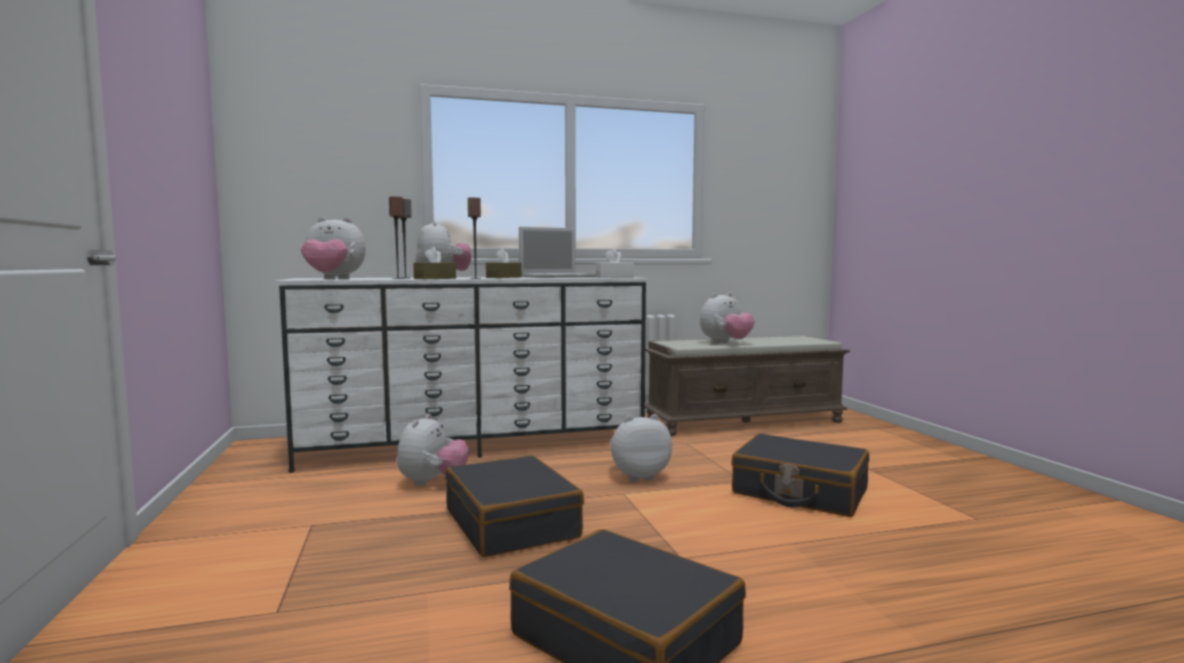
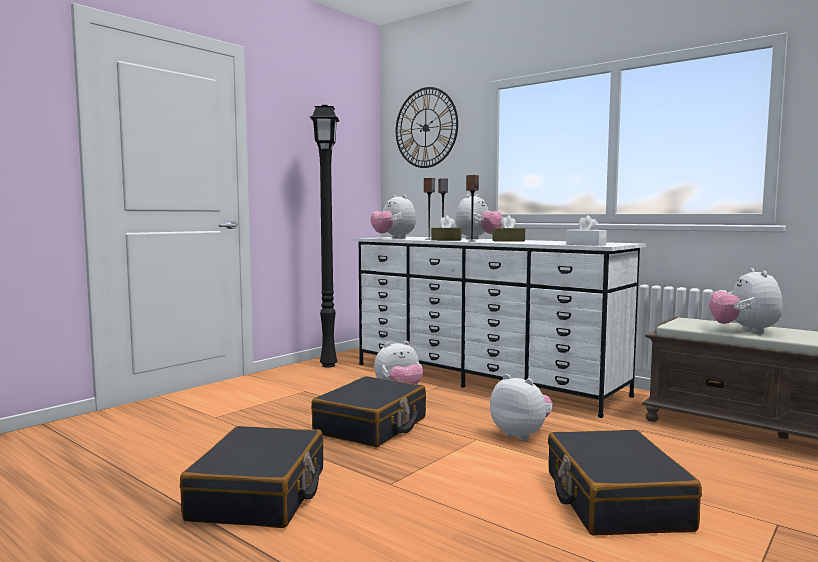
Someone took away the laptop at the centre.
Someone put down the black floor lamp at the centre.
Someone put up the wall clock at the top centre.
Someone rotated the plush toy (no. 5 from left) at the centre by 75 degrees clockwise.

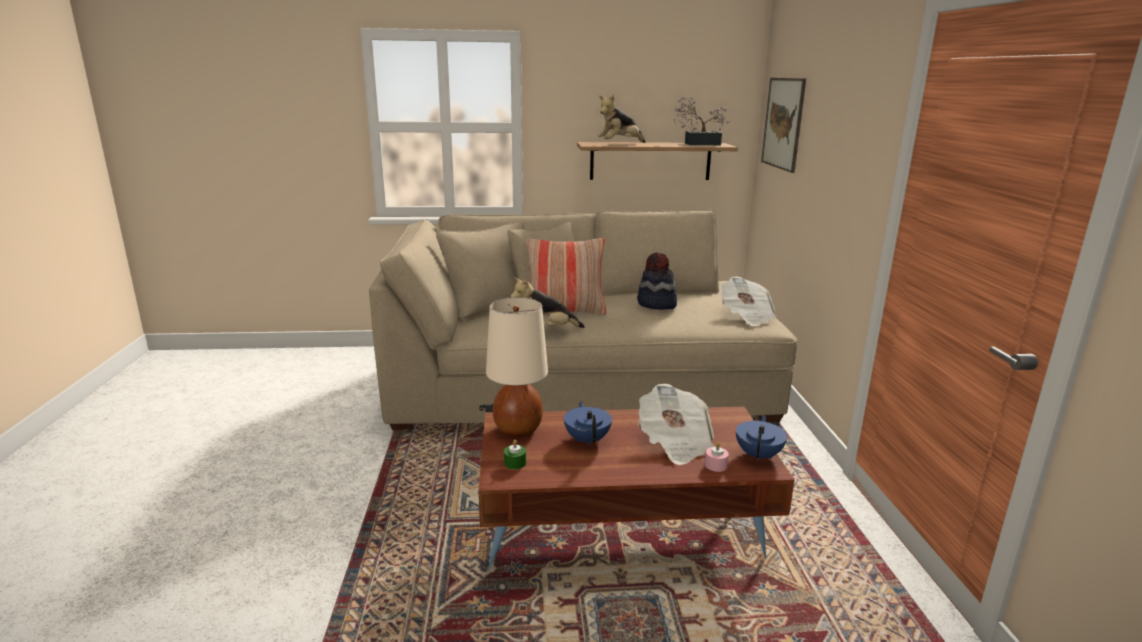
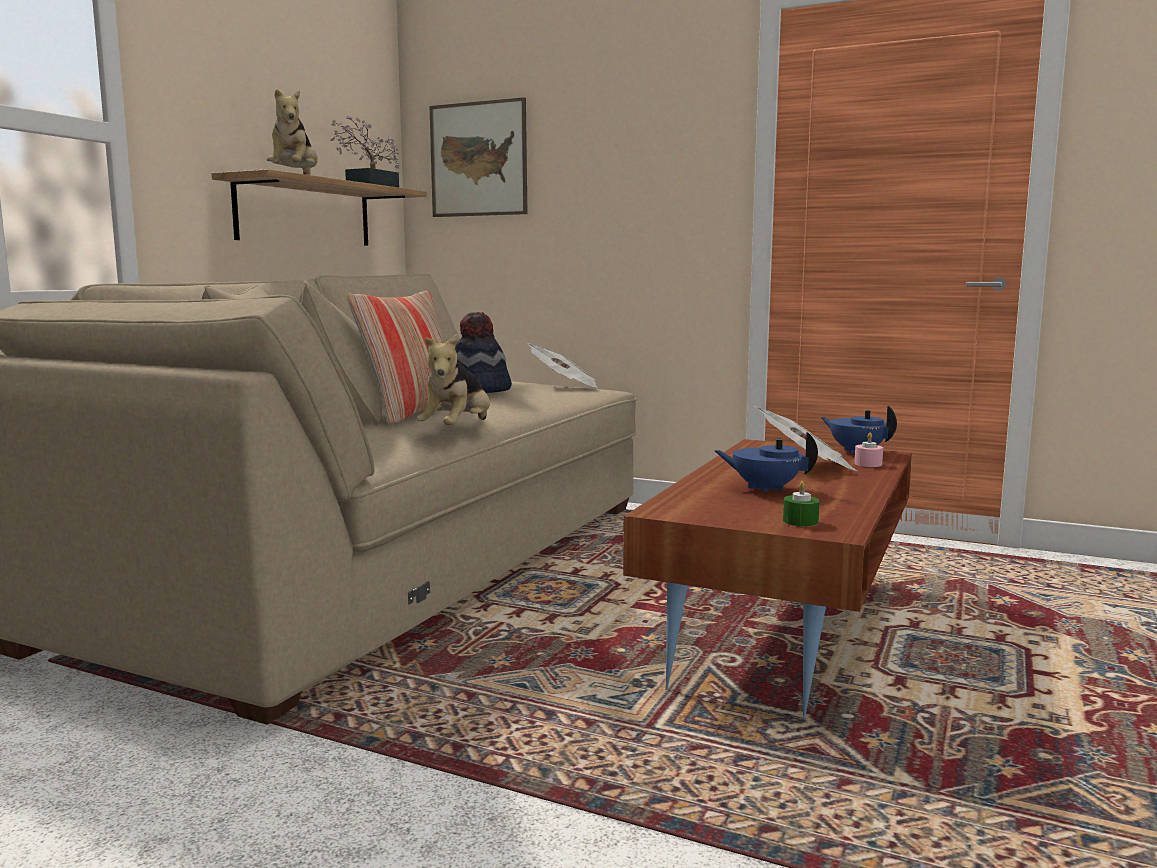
Someone took away the beige table lamp at the centre.

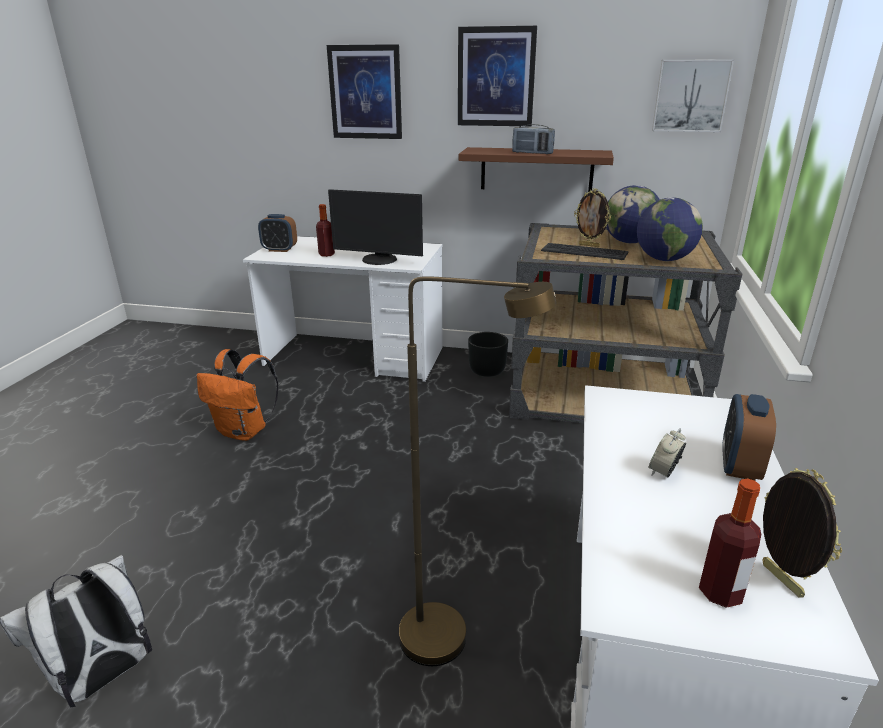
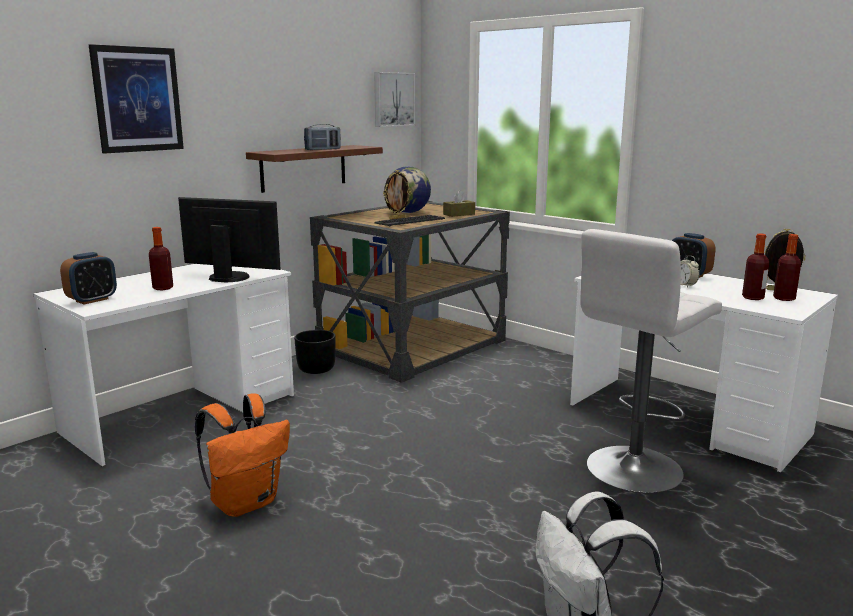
Someone took away the picture (no. 2 from left) at the top centre.
Someone put down the bottle (no. 2 from left) at the middle right.
Someone swapped the brown floor lamp at the centre for the white stool at the middle right.
Someone swapped the globe (no. 2 from left) at the top right for the brown tissue box at the top centre.
Someone rotated the monitor at the top centre by 120 degrees counterclockwise.

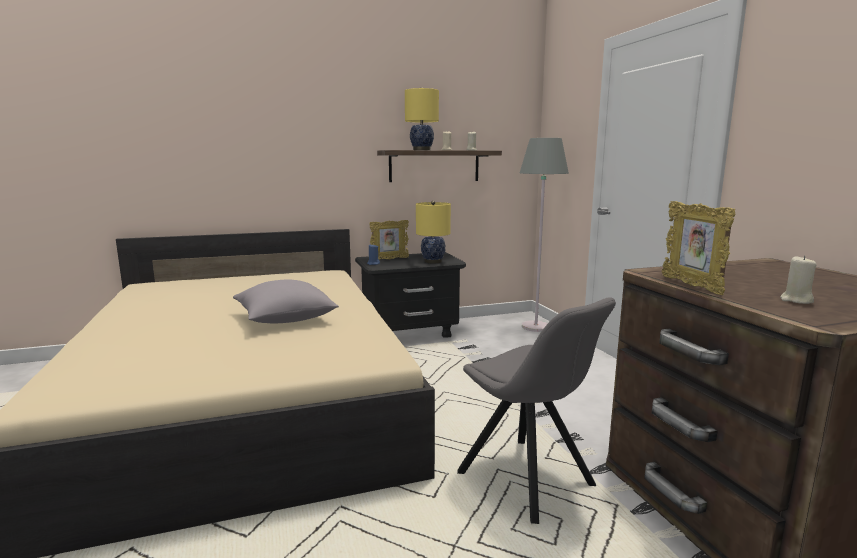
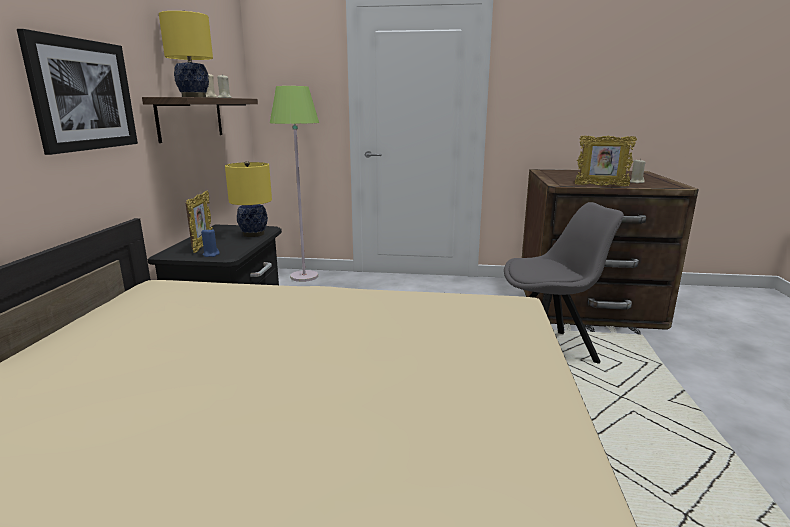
Someone took away the grey pillow at the centre.
Someone put up the picture at the top left.
Someone repainted the grey floor lamp at the centre, which became the green floor lamp at the centre.

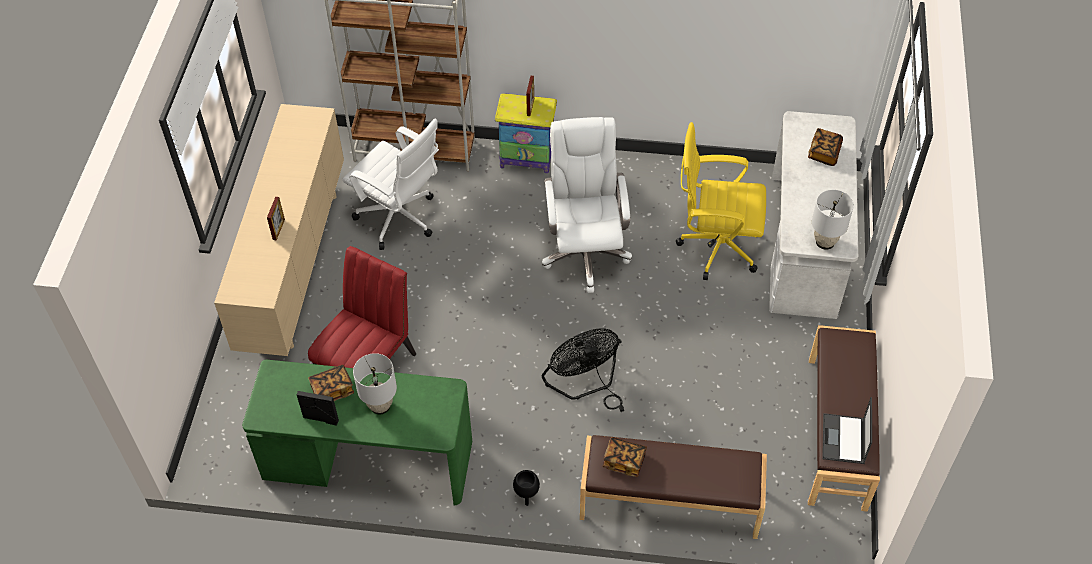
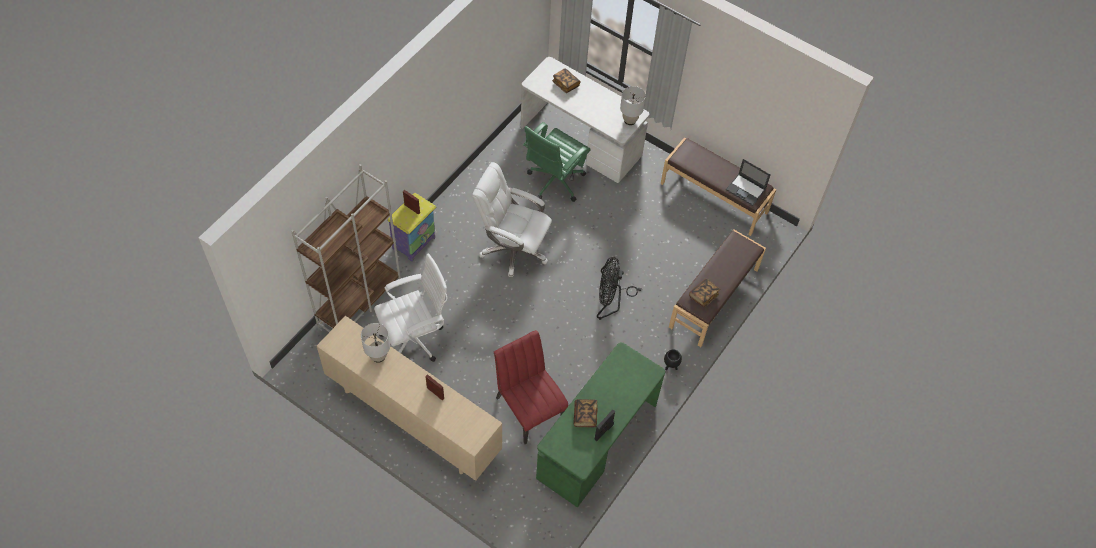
Someone carried the white table lamp (no. 1 from left) from the bottom centre to the centre.
Someone repainted the yellow office chair at the centre, which became the green office chair at the top centre.

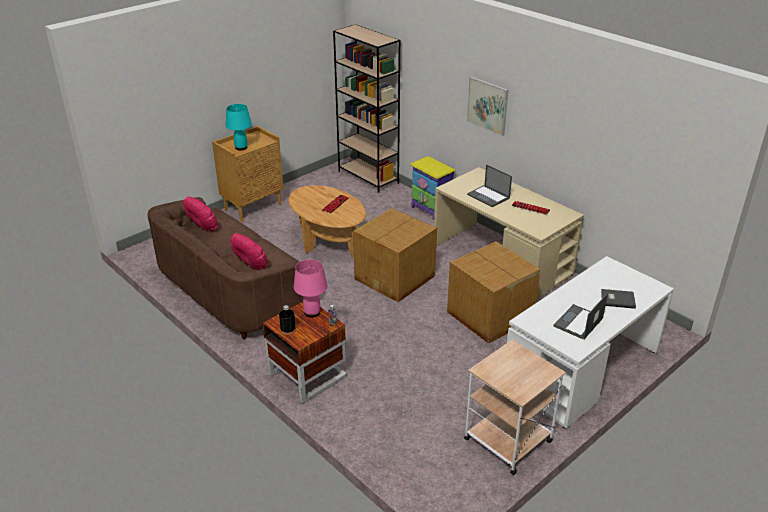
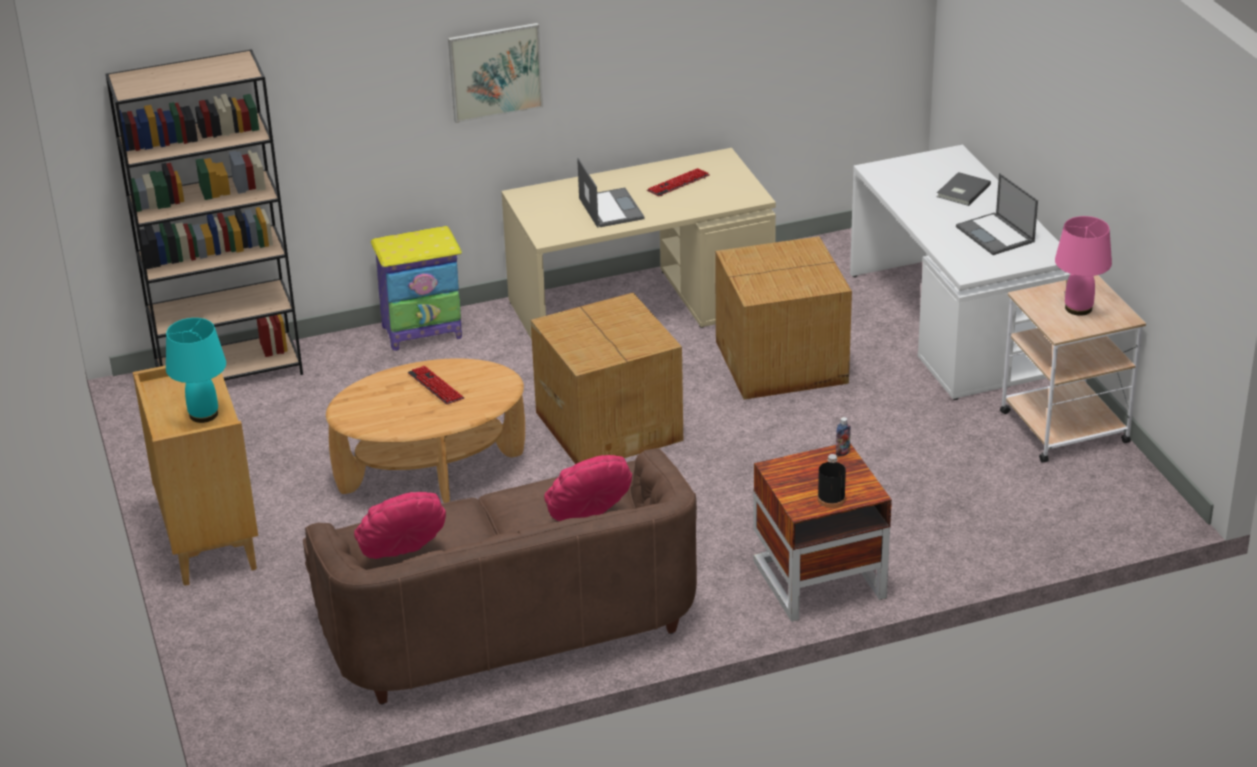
Someone carried the pink table lamp from the centre to the middle right.
Someone rotated the laptop (no. 1 from left) at the centre by 90 degrees counterclockwise.

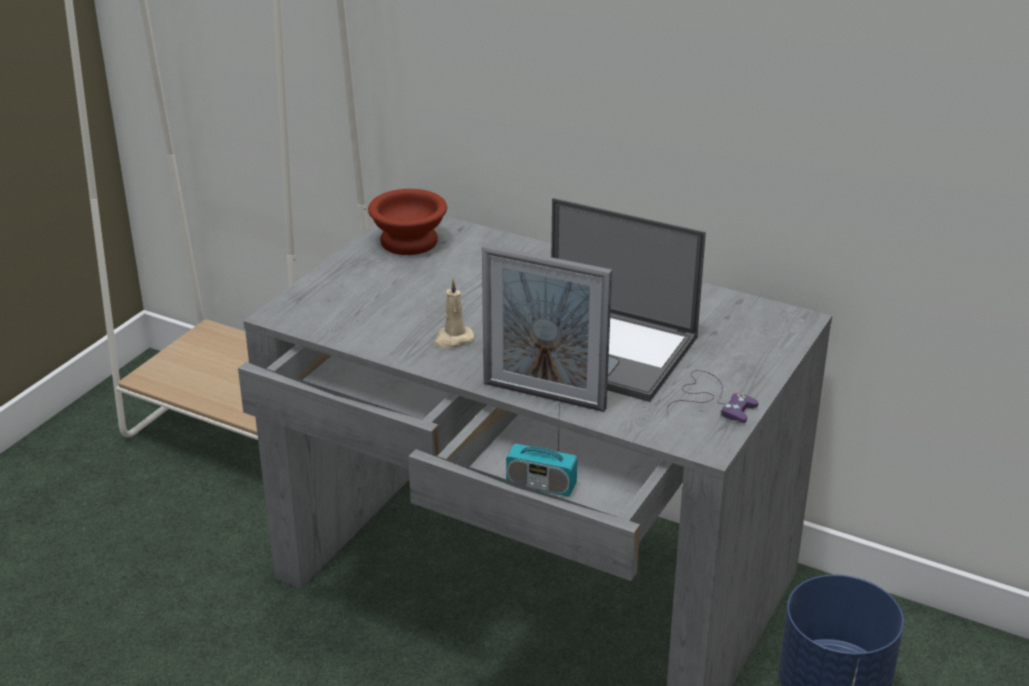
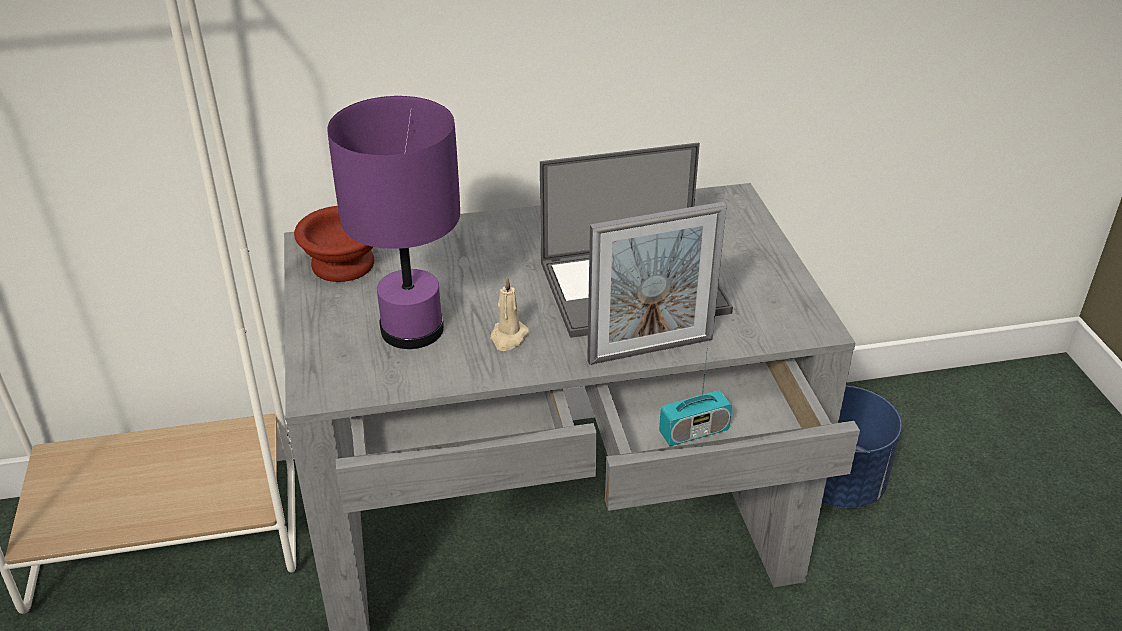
Someone took away the purple game controller at the middle right.
Someone put down the purple table lamp at the centre.

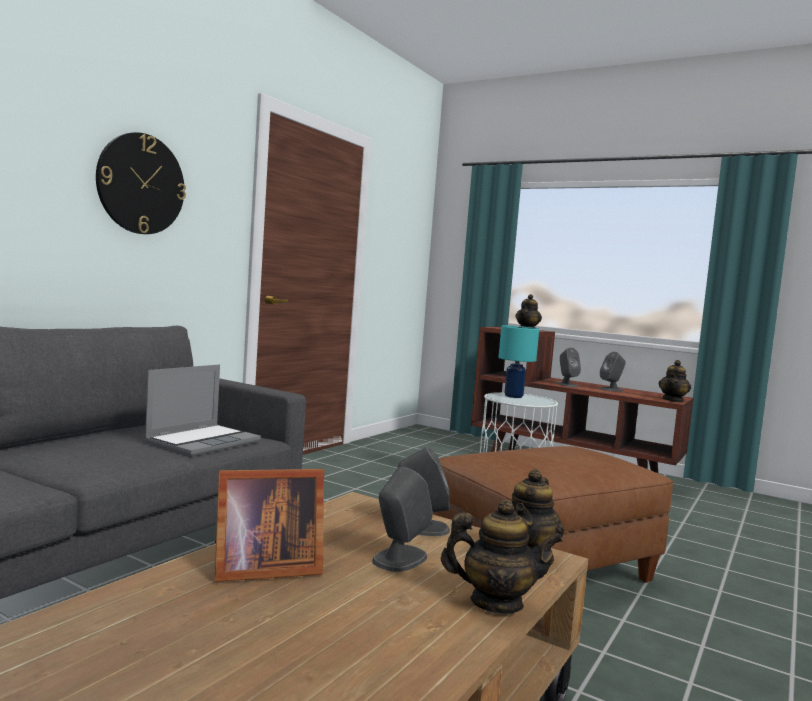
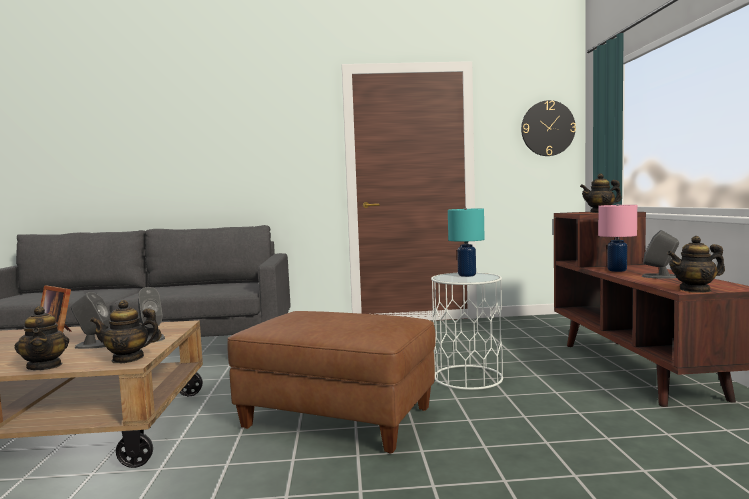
Someone took away the laptop at the middle left.
Someone carried the wall clock from the top left to the top right.
Someone swapped the grey speaker (no. 3 from left) at the middle right for the pink table lamp at the middle right.

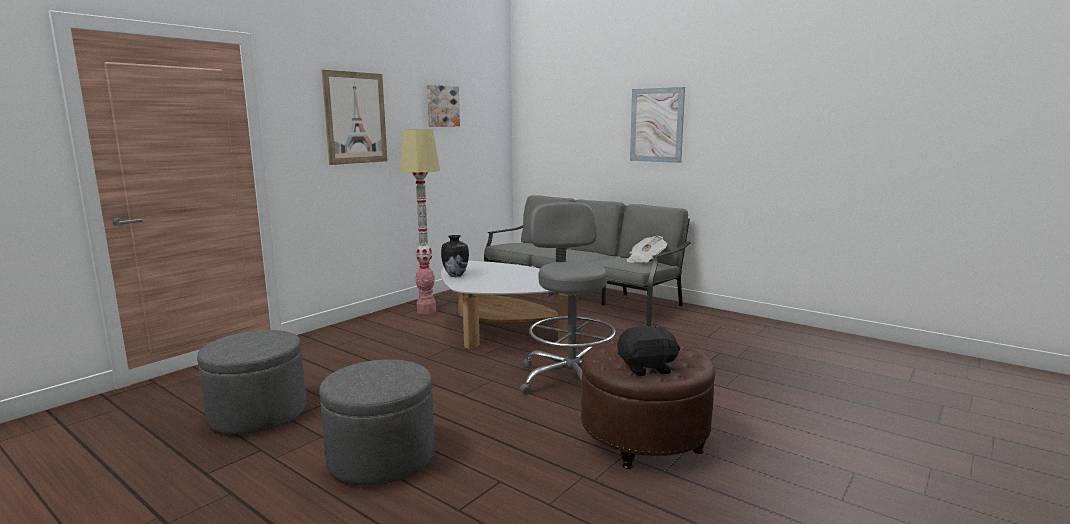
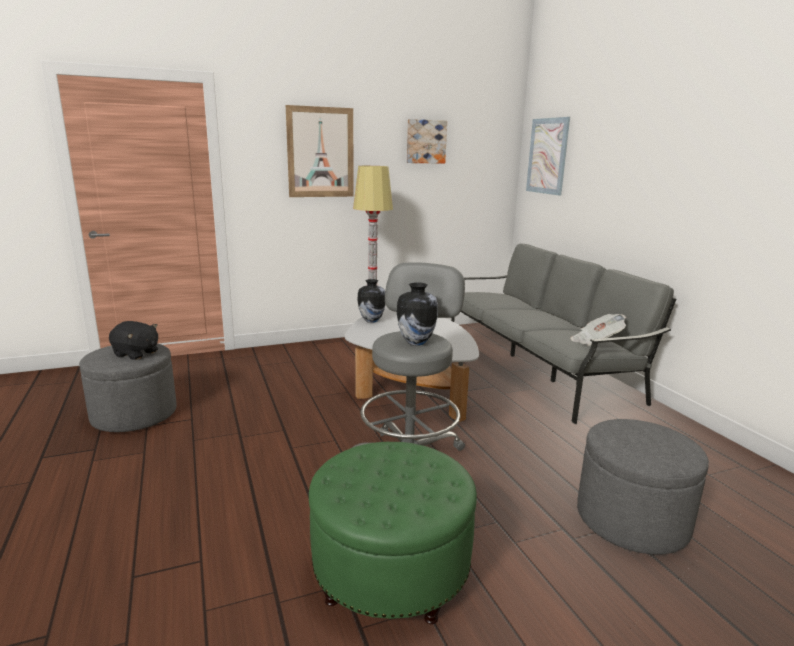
Someone put down the vase (no. 2 from left) at the centre.
Someone carried the grey ottoman (no. 2 from left) from the bottom centre to the bottom right.
Someone carried the black plush toy from the bottom centre to the middle left.
Someone carried the picture (no. 3 from left) from the top centre to the top right.
Someone repainted the brown ottoman at the bottom centre, which became the green ottoman at the bottom centre.

